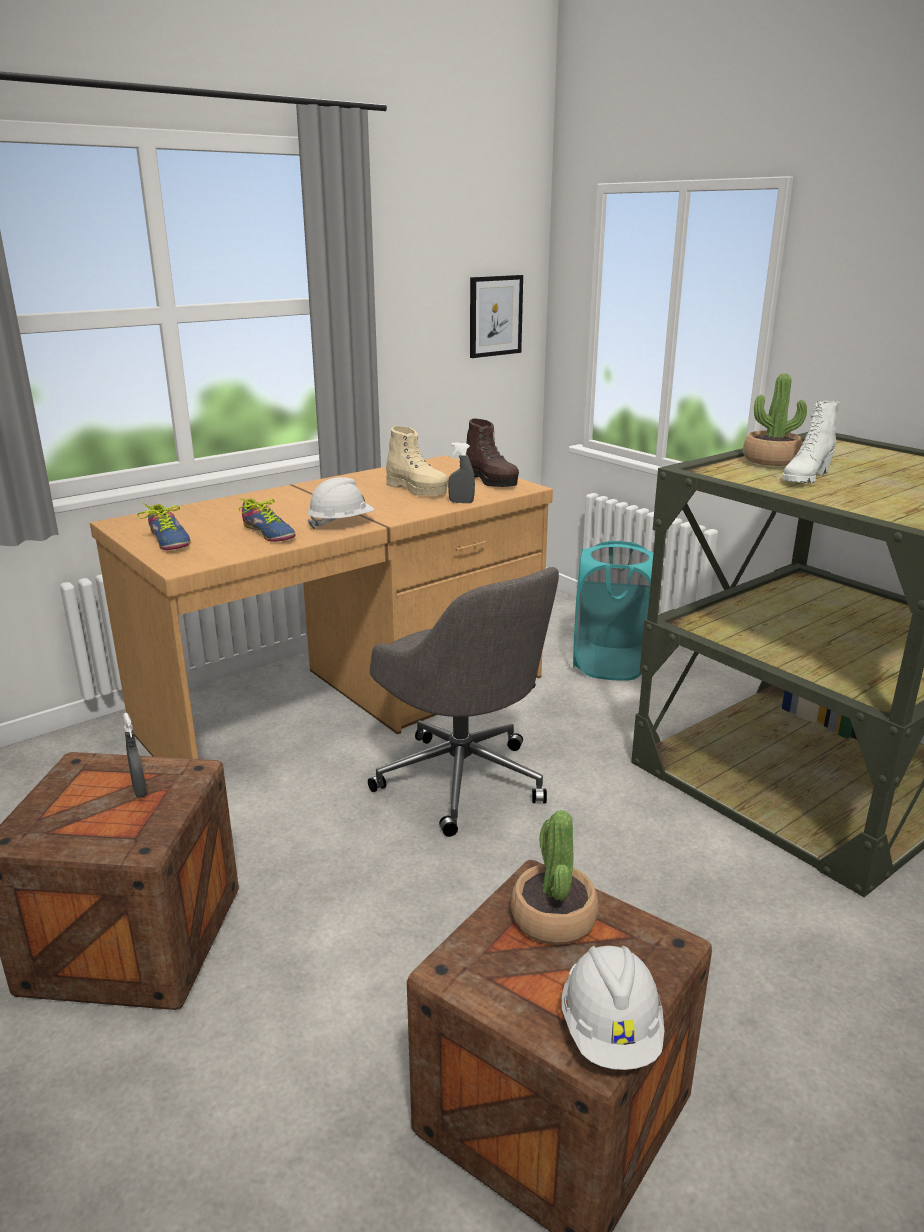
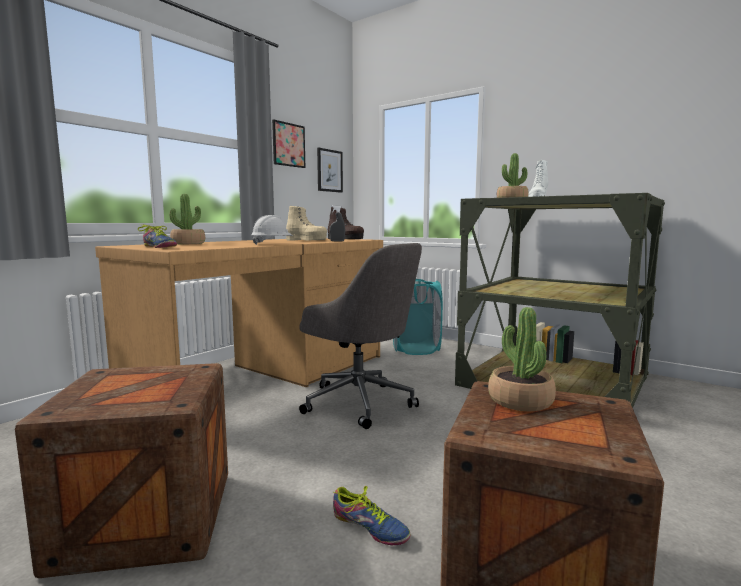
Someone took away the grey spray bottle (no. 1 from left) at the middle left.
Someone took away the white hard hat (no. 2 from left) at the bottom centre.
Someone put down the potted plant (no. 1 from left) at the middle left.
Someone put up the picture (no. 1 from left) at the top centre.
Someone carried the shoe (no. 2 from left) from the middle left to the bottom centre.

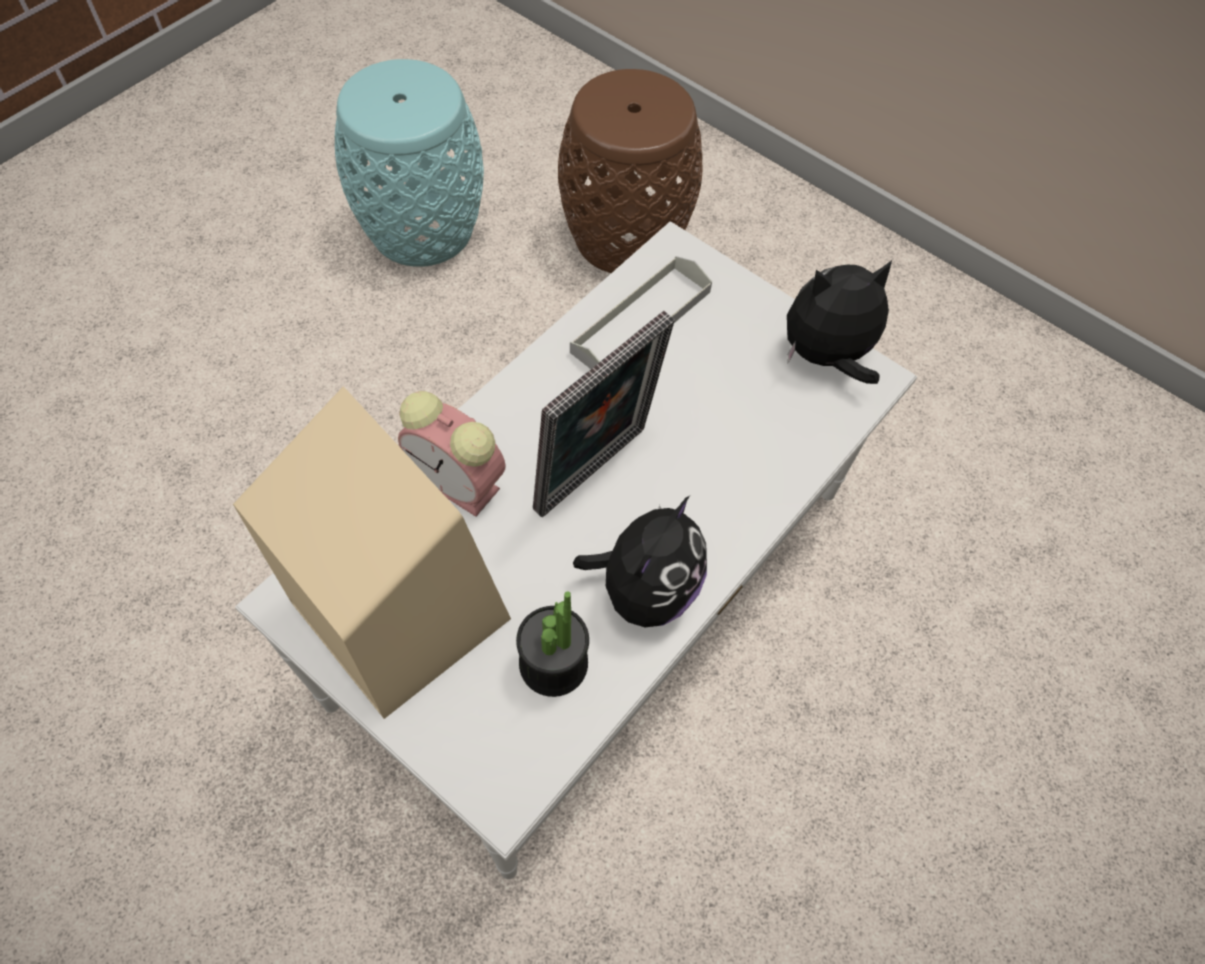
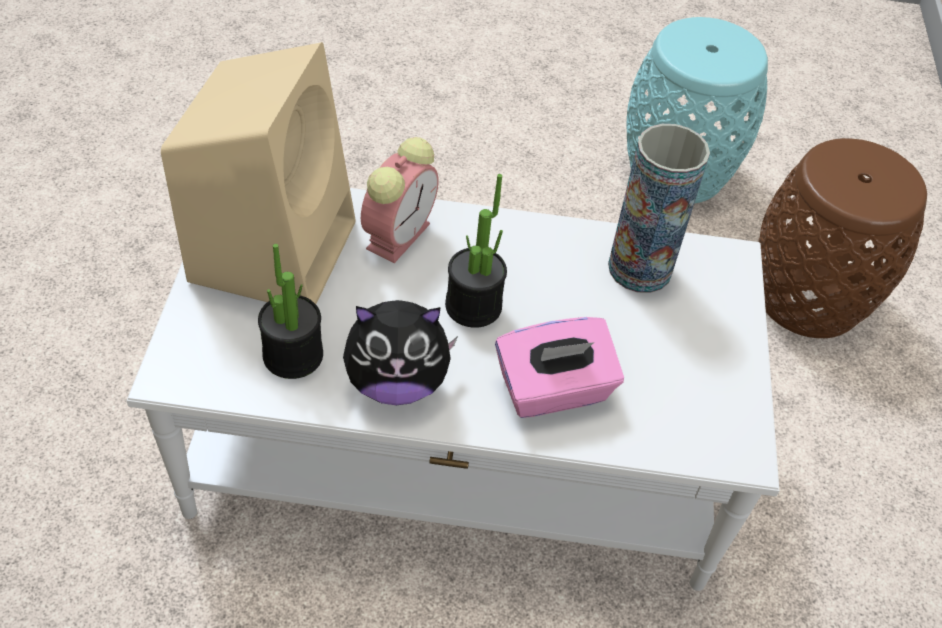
Someone took away the plush toy (no. 2 from left) at the middle right.
Someone put down the pink tissue box at the centre.
Someone swapped the picture frame at the centre for the potted plant (no. 2 from left) at the centre.
Someone swapped the grey tray at the top centre for the vase at the top right.
Someone rotated the alarm clock at the centre by 150 degrees counterclockwise.

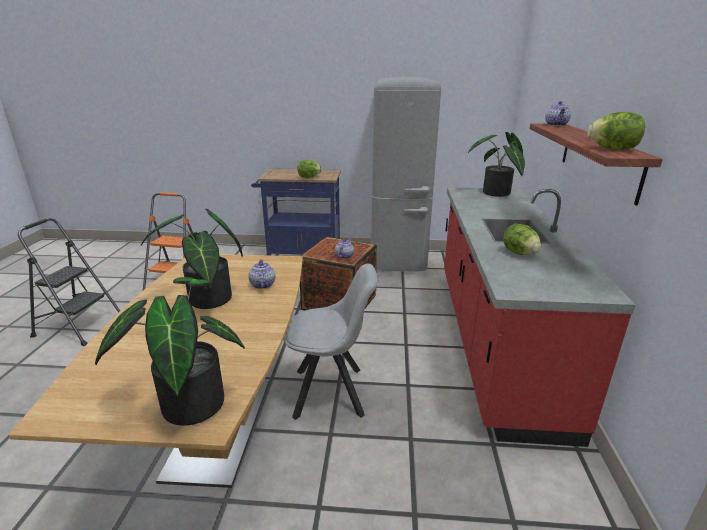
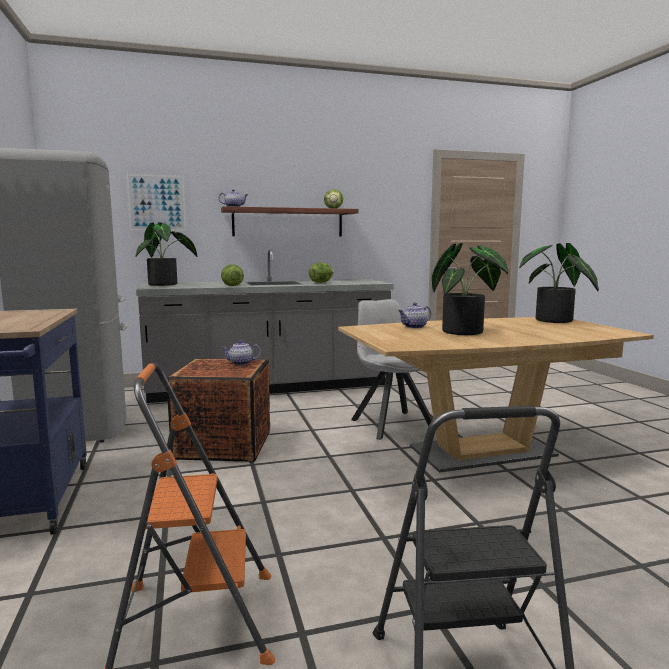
Someone put up the picture at the top left.
Someone carried the lettuce (no. 1 from left) from the top centre to the centre.
Someone repainted the red counter at the middle right, which became the grey counter at the centre.

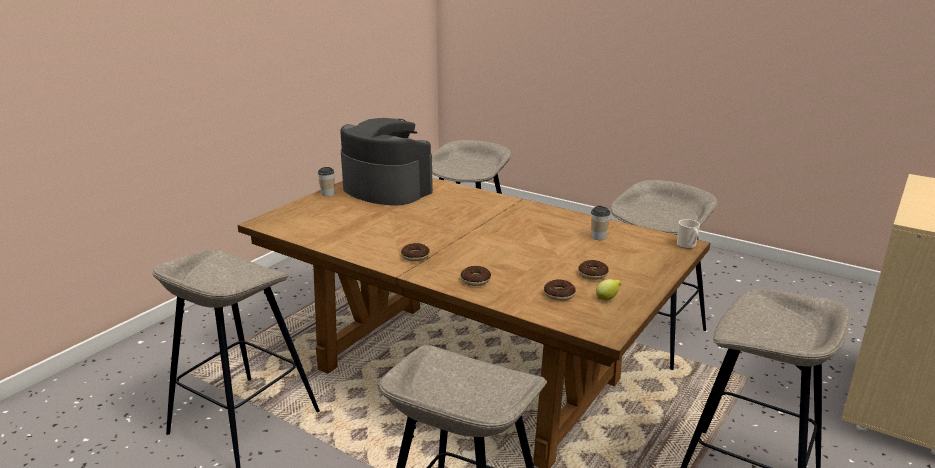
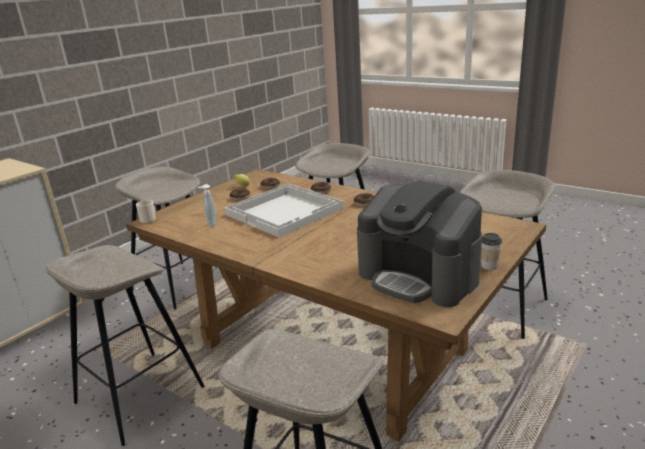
Someone put down the white tray at the centre.
Someone swapped the cup (no. 2 from left) at the centre for the soap dispenser at the middle left.

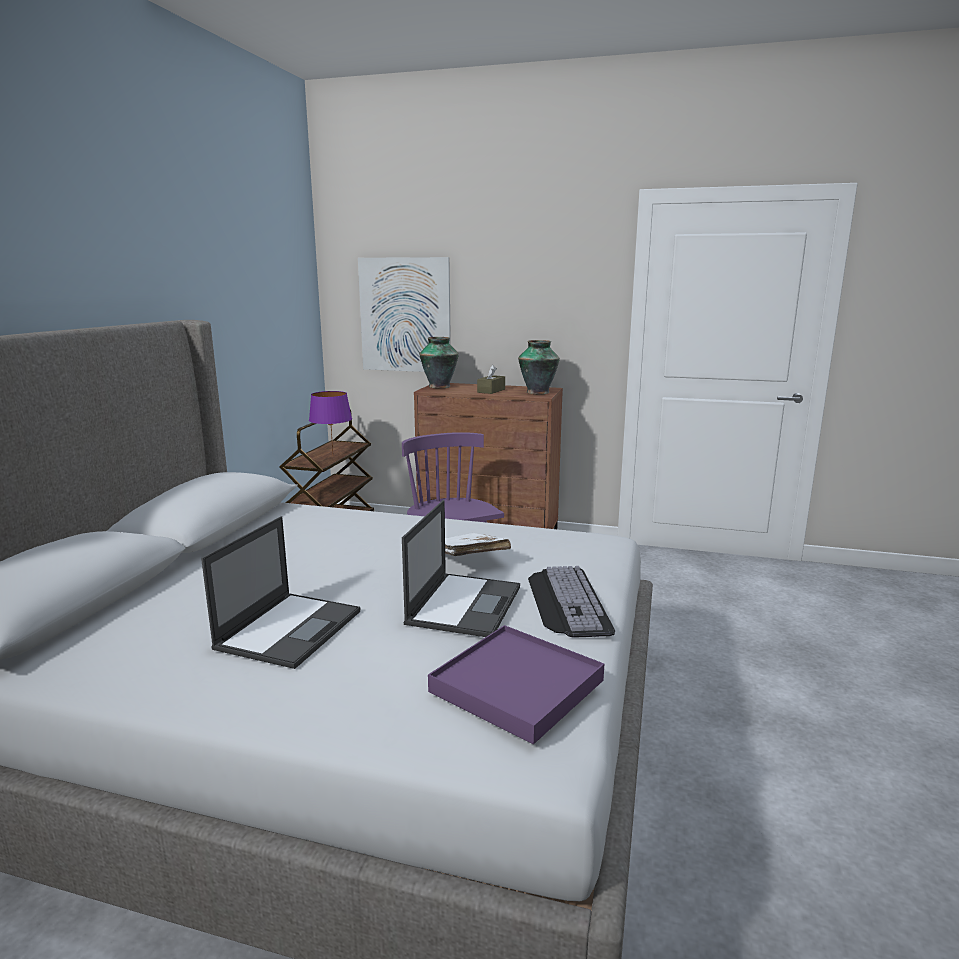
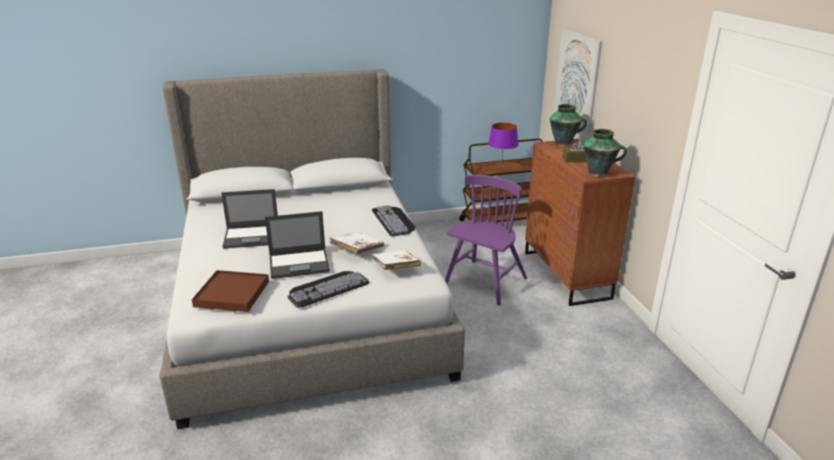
Someone put down the white book (no. 2 from left) at the centre.
Someone put down the keyboard (no. 2 from left) at the centre.
Someone repainted the purple tray at the bottom centre, which became the brown tray at the middle left.

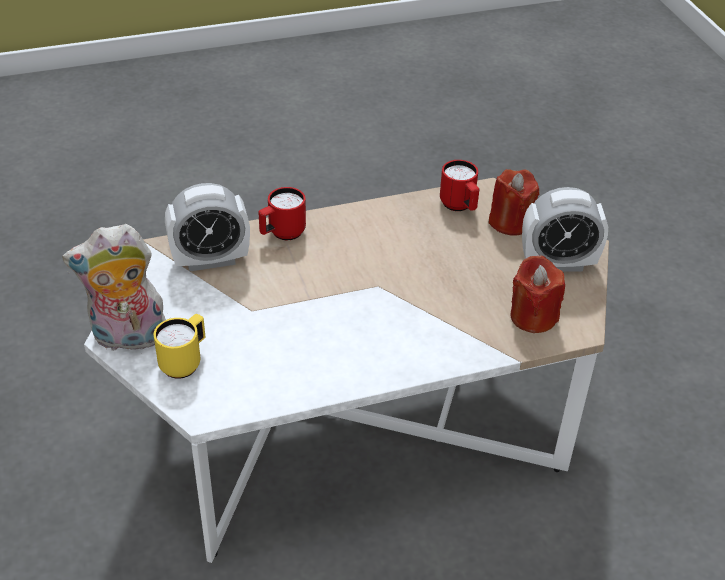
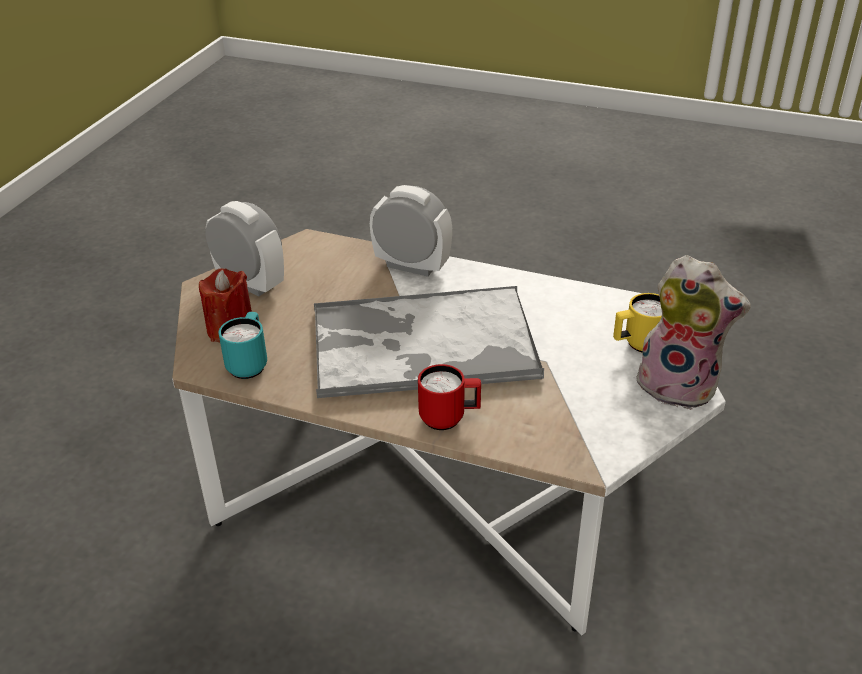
Someone took away the red candle (no. 2 from left) at the middle right.
Someone put down the tray at the centre.
Someone carried the alarm clock (no. 1 from left in the first image) from the middle left to the centre.
Someone repainted the red mug (no. 2 from left) at the top centre, which became the turquoise mug at the middle left.

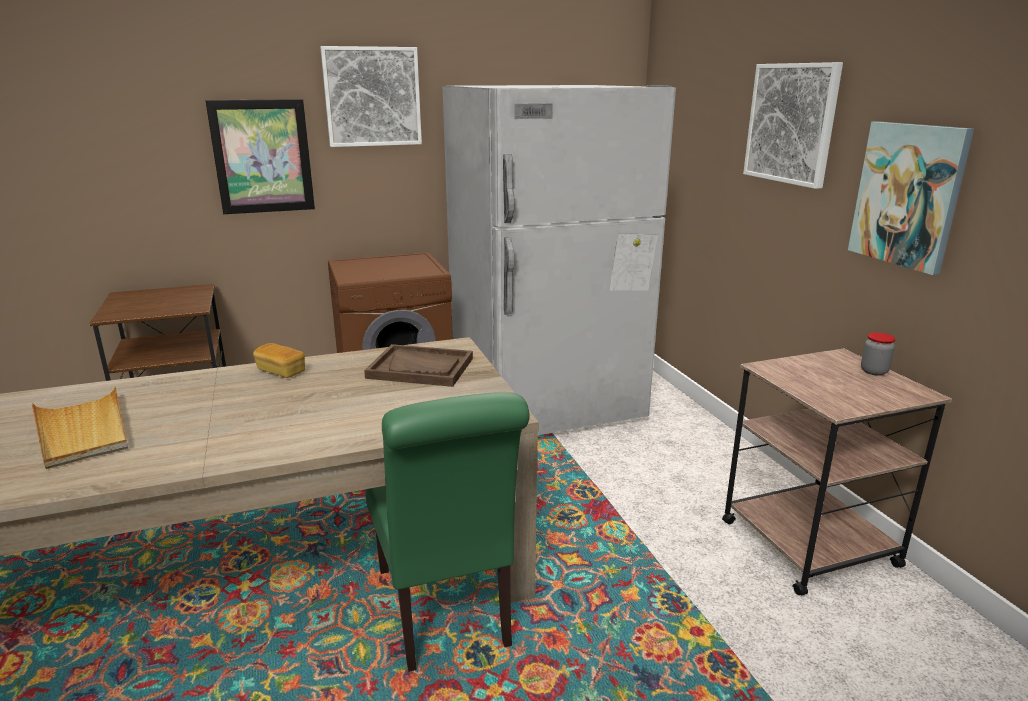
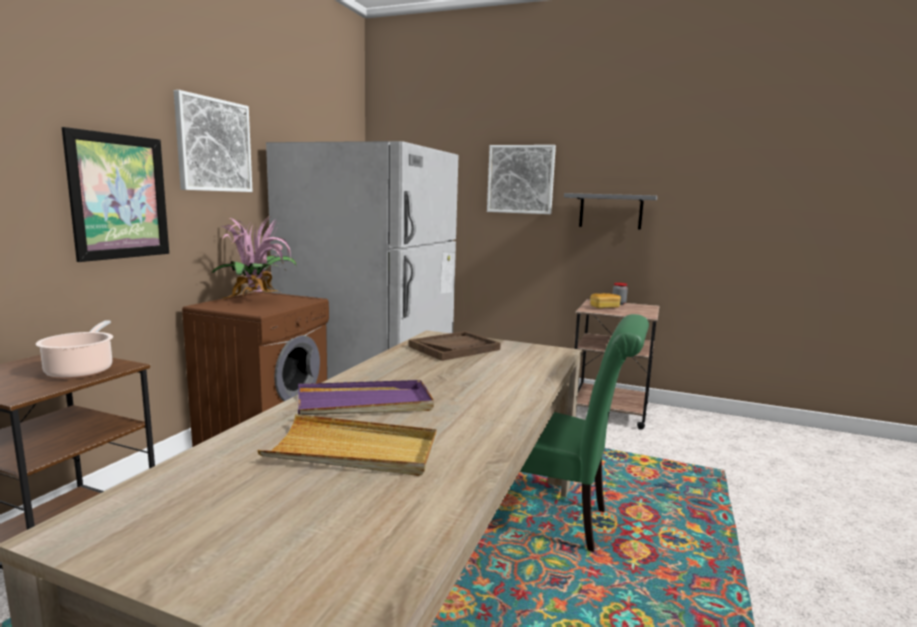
Someone put down the cooking pot at the middle left.
Someone put down the potted plant at the middle left.
Someone put down the purple tray at the centre.
Someone carried the bread from the middle left to the centre.
Someone swapped the picture (no. 4 from left) at the top right for the grey shelf at the centre.

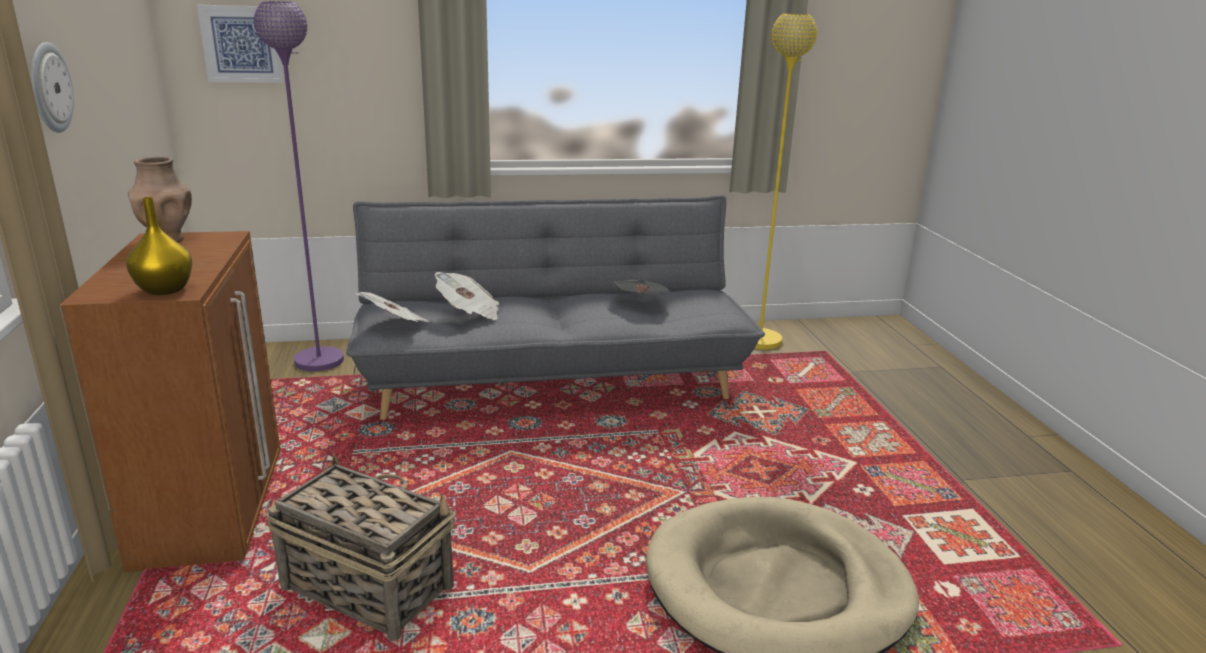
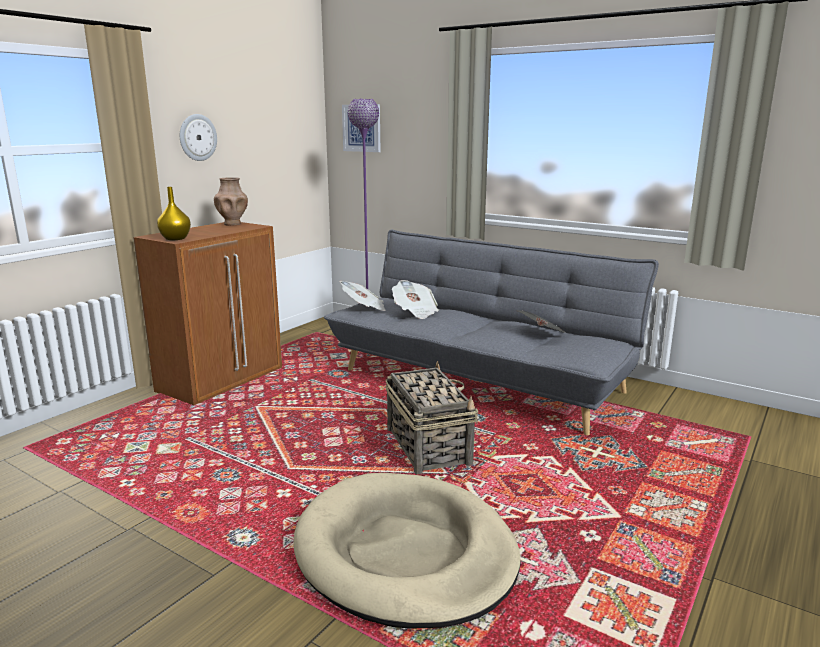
Someone took away the yellow floor lamp at the top centre.
Someone carried the basket from the bottom left to the centre.

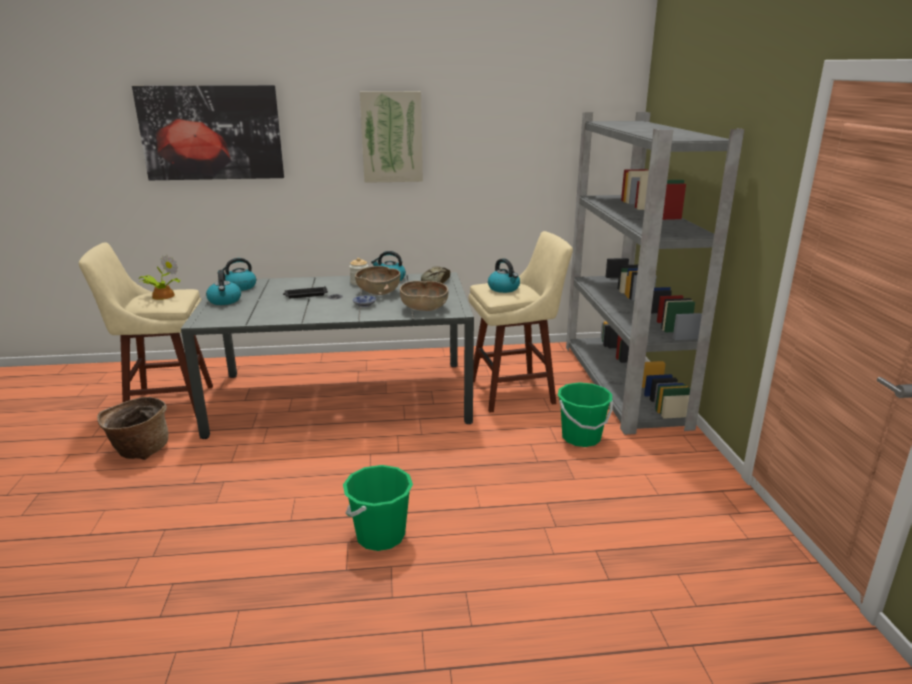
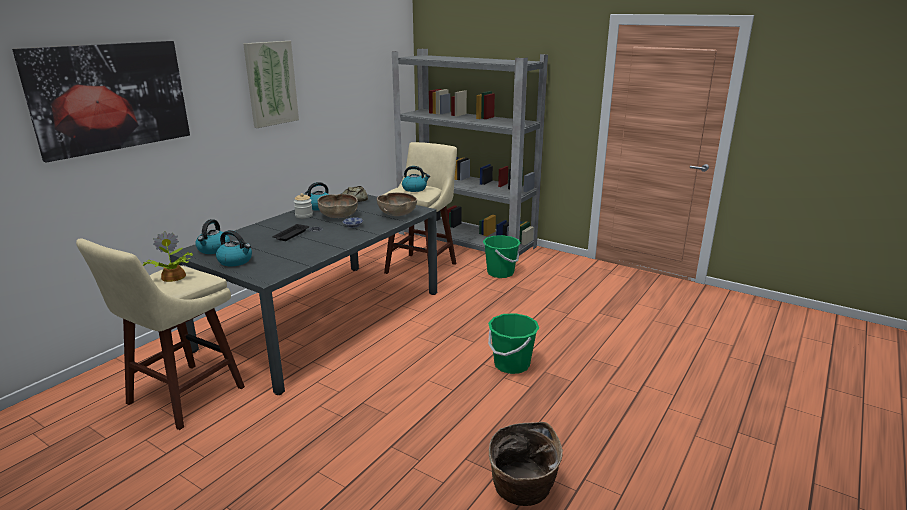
Someone carried the basket from the middle left to the bottom centre.

